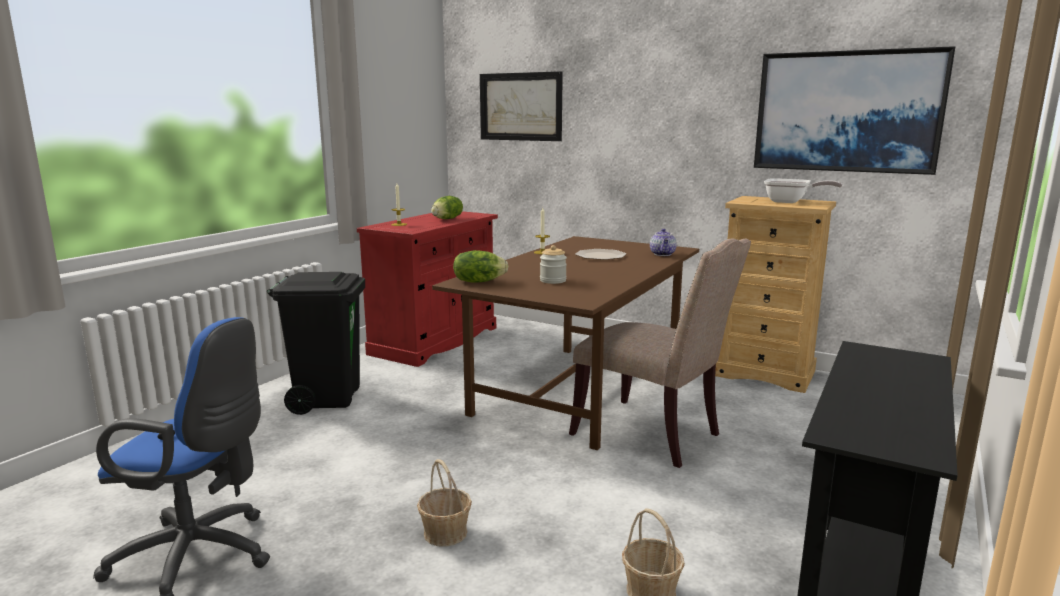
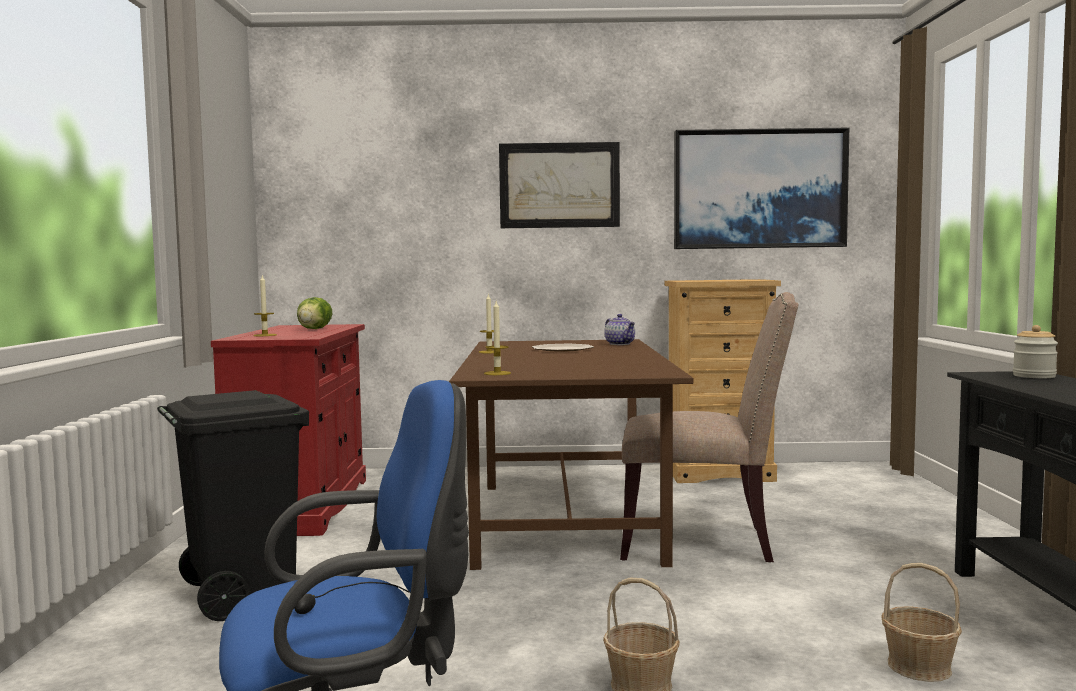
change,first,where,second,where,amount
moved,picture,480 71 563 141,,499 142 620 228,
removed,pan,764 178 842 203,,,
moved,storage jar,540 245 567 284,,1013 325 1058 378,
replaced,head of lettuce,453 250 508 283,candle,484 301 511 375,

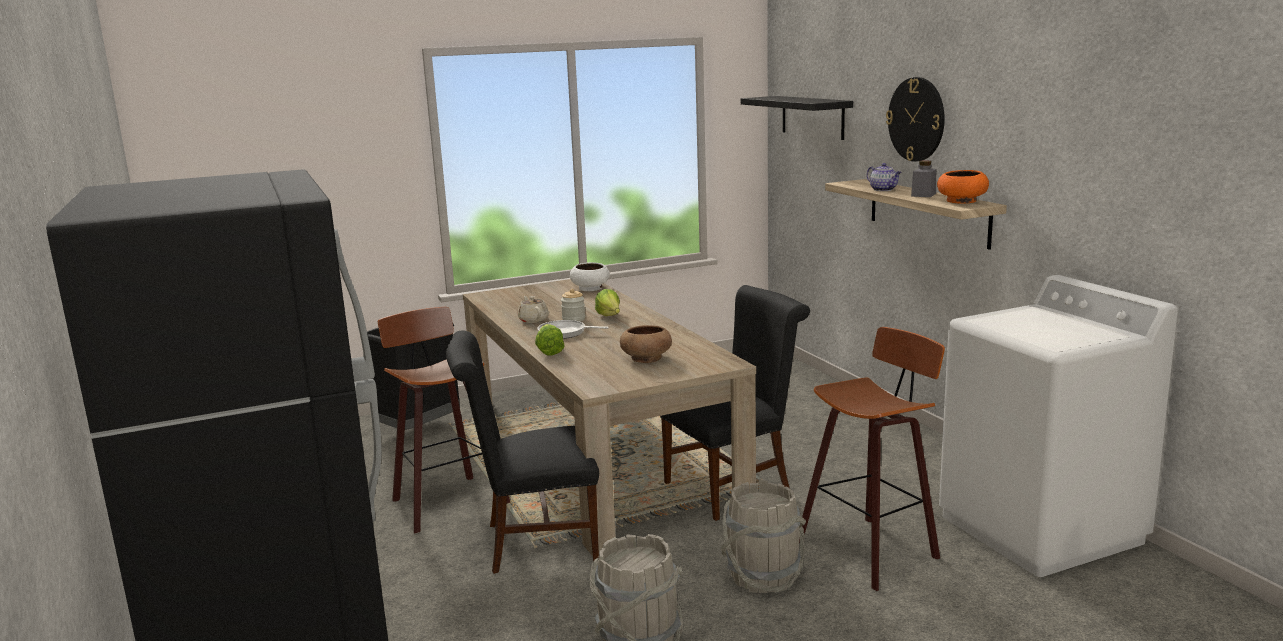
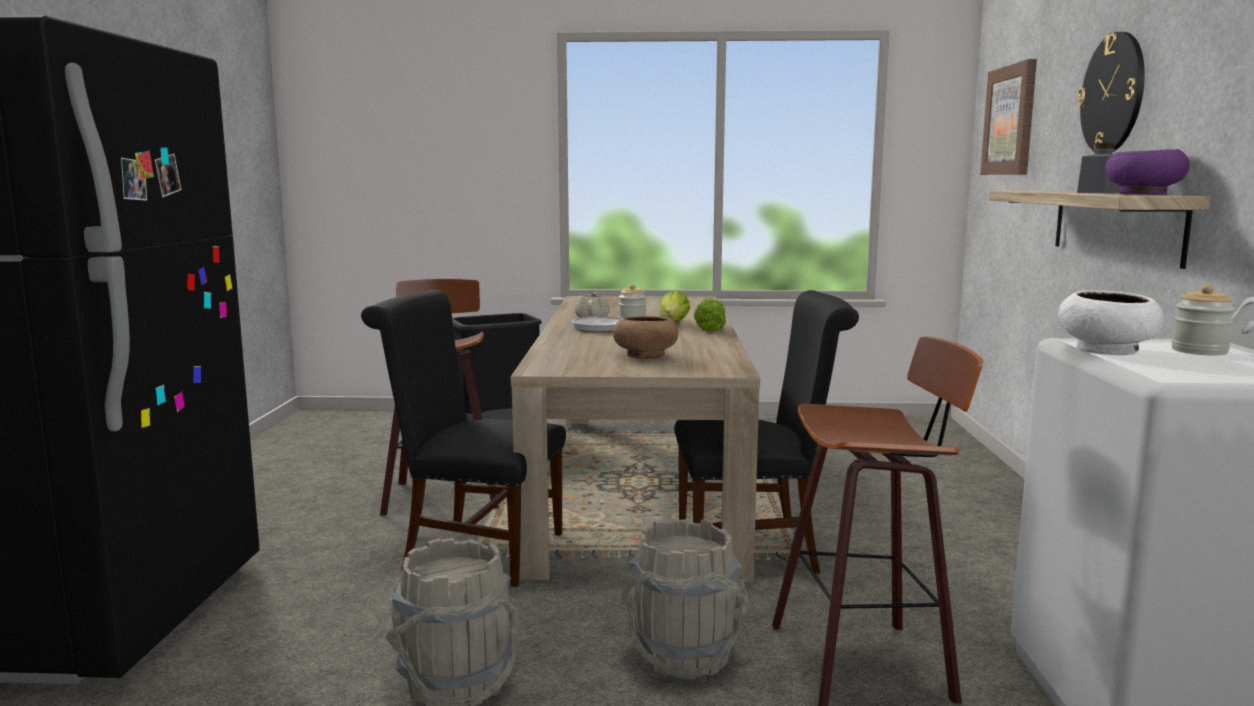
change,first,where,second,where,amount
replaced,black-coloured bracket shelf,741 96 853 140,picture,980 59 1037 175,
removed,teapot,867 163 901 191,,,
recoloured,orange-coloured deep dish,937 170 989 203,purple-coloured deep dish,1105 149 1190 194,
moved,white deep dish,570 262 610 291,,1058 290 1164 355,
moved,head of lettuce,535 324 564 355,,693 298 726 332,
added,,,storage jar,1171 285 1235 355,

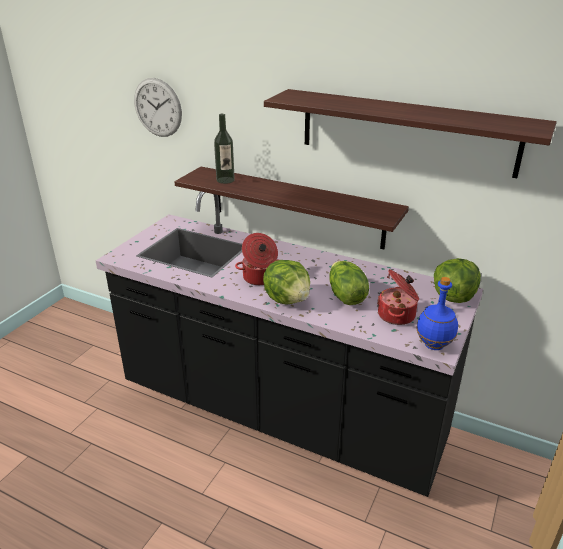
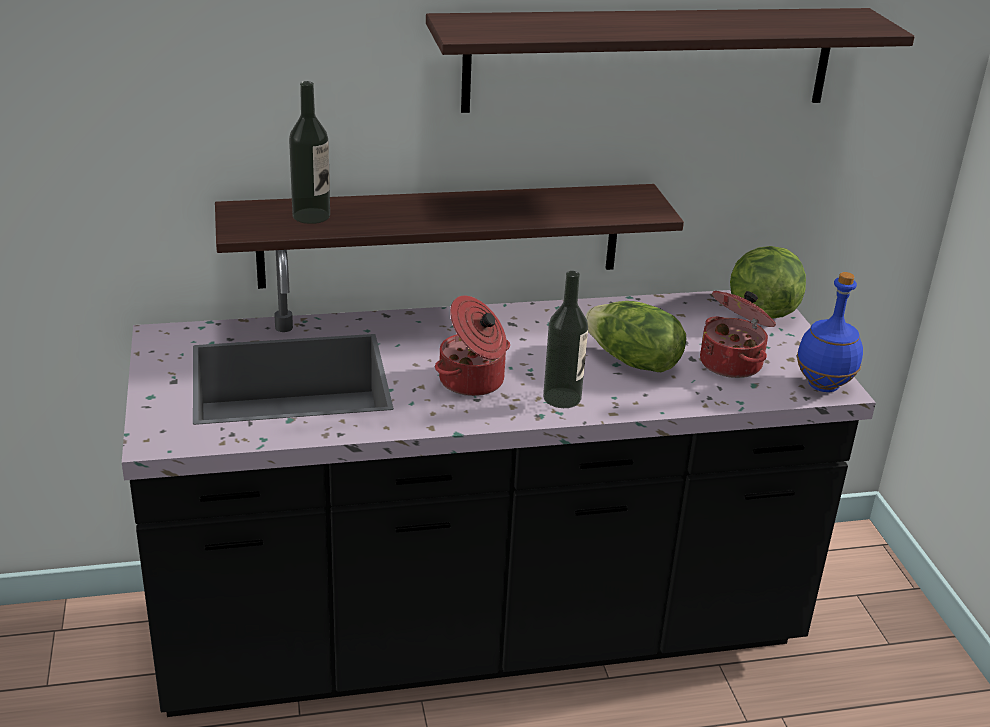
change,first,where,second,where,amount
removed,clock on the wall,134 78 182 137,,,
replaced,head of lettuce,263 260 310 304,beverage bottle,543 271 588 408,

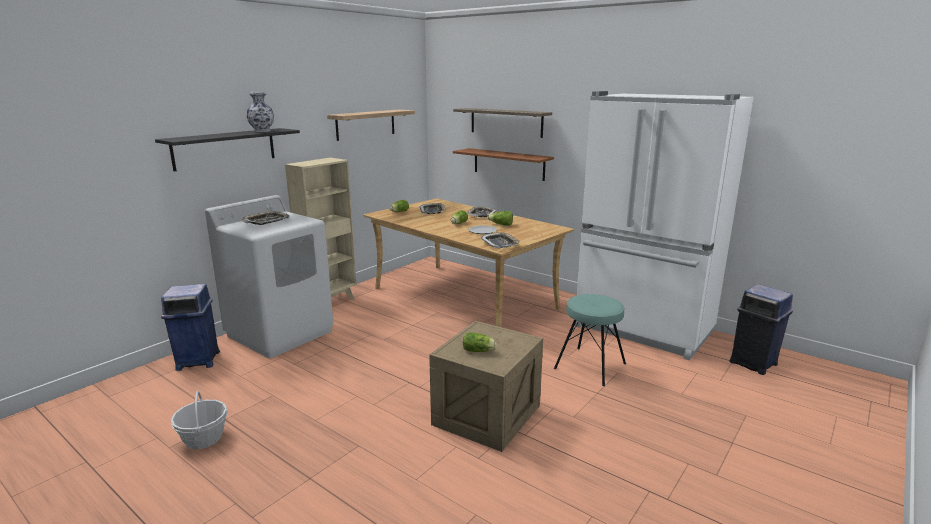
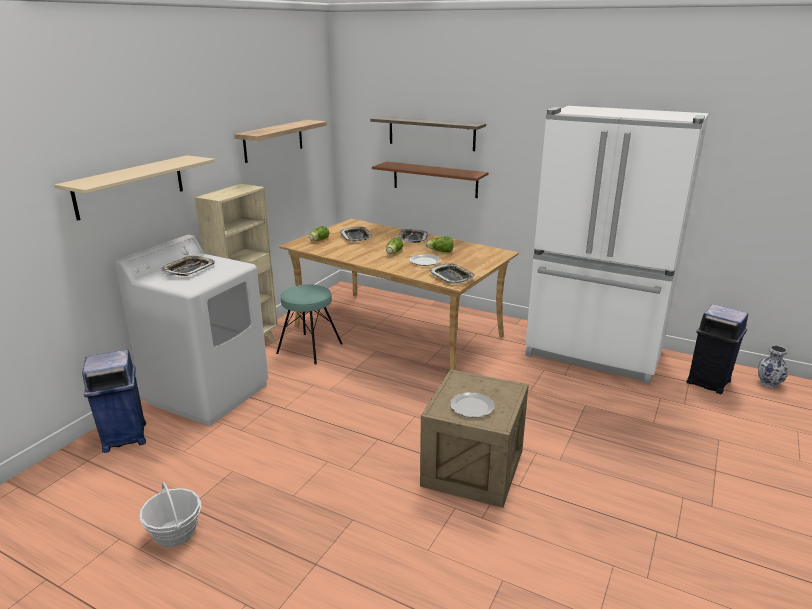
change,first,where,second,where,amount
moved,flower vase,247 92 274 132,,758 346 788 388,
recoloured,black-coloured bracket shelf,155 128 300 172,beige bracket shelf,54 155 215 221,
moved,turquoise-coloured sitting stool,554 294 626 386,,276 284 343 365,
replaced,head of lettuce,463 332 497 352,flat dish,450 392 495 418,

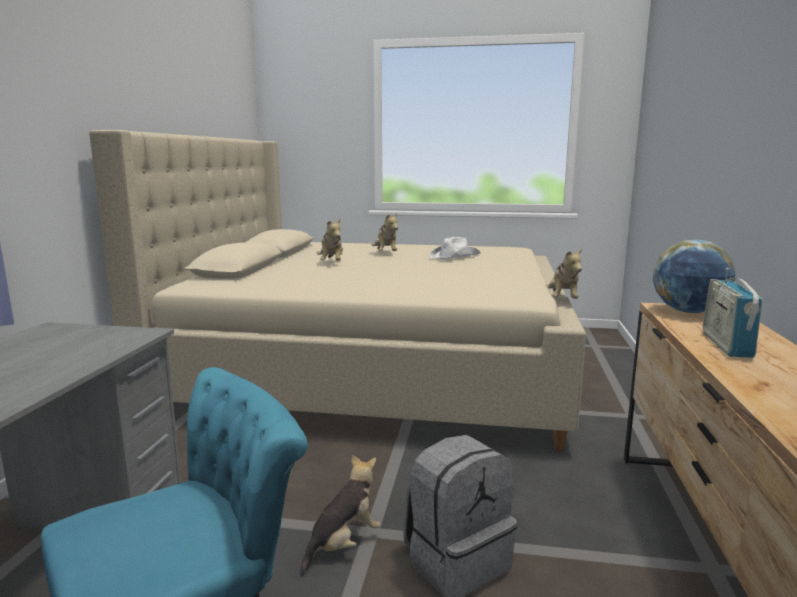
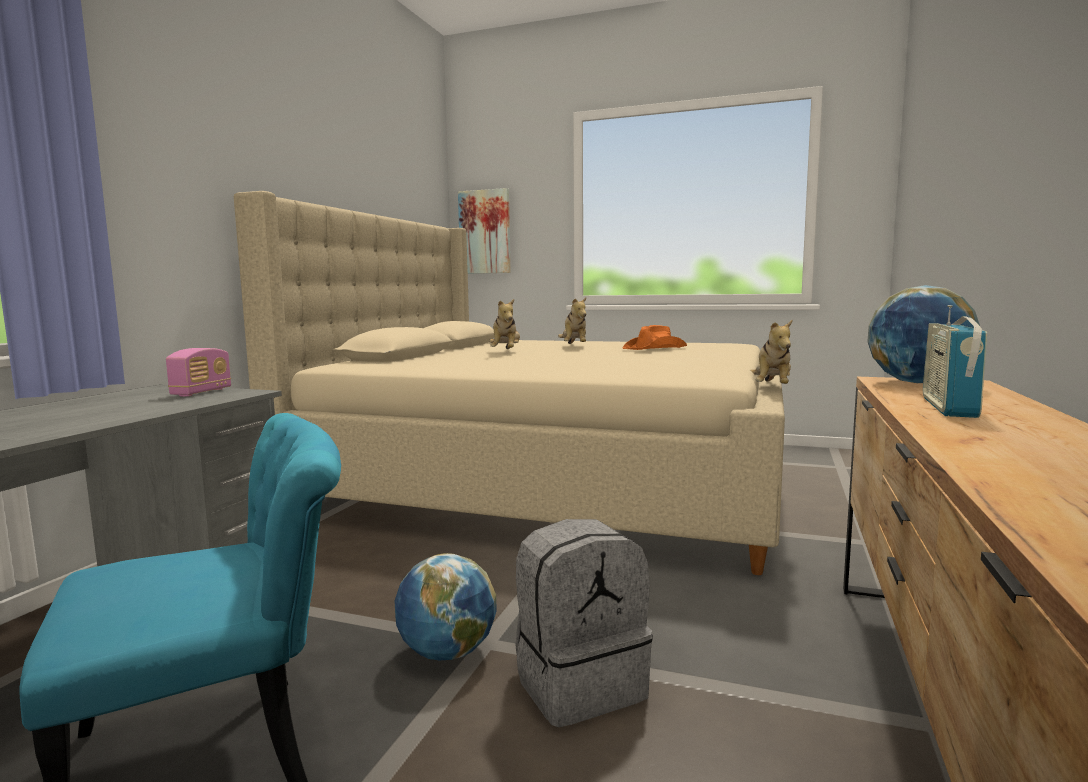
change,first,where,second,where,amount
recoloured,white hat,429 237 481 259,orange-coloured hat,622 325 687 350,
replaced,soft toy,300 455 381 576,desk globe,394 553 497 660,
added,,,picture,458 188 511 274,
added,,,radio receiver,166 348 231 396,

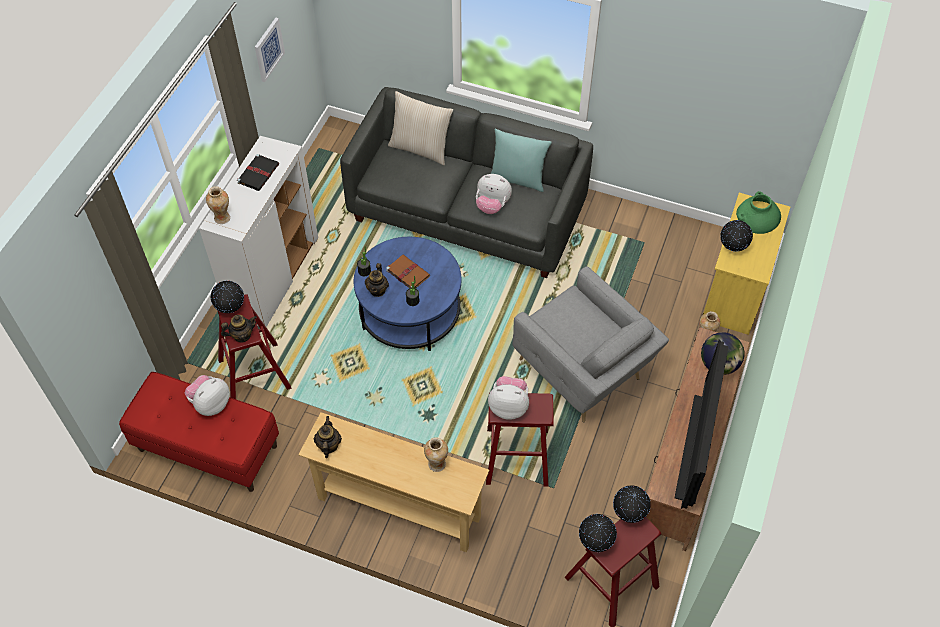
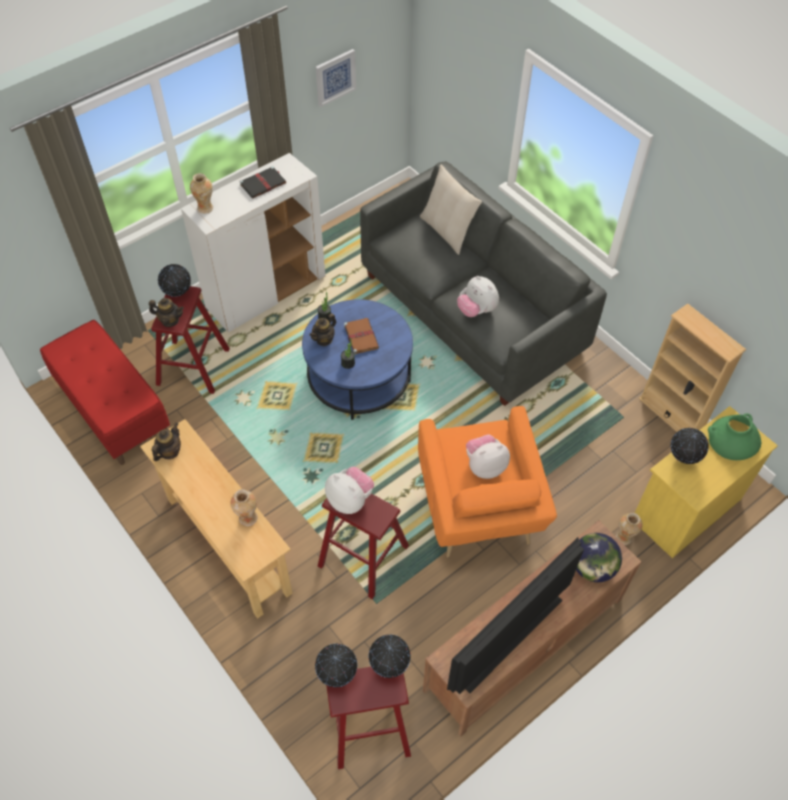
change,first,where,second,where,amount
removed,turquoise-coloured pillow,490 129 552 192,,,
recoloured,grey lounge chair,513 266 669 422,orange-coloured lounge chair,418 406 557 558,
moved,soft toy,185 375 230 416,,466 434 510 479,
added,,,beige shelving unit,639 304 746 432,

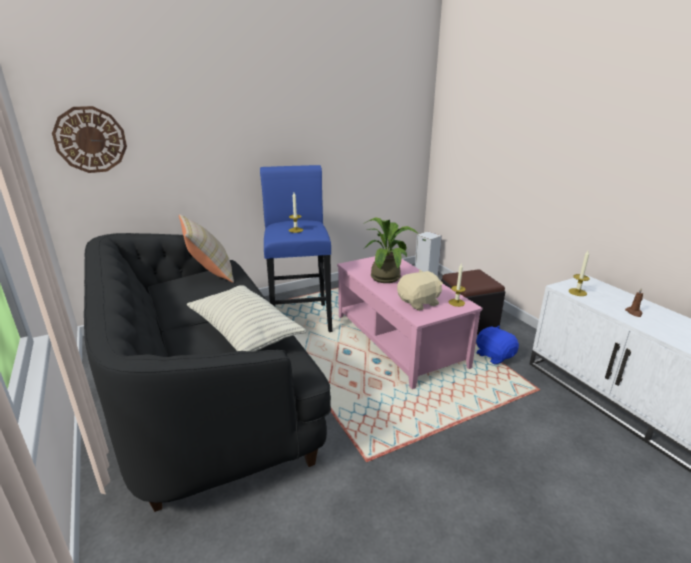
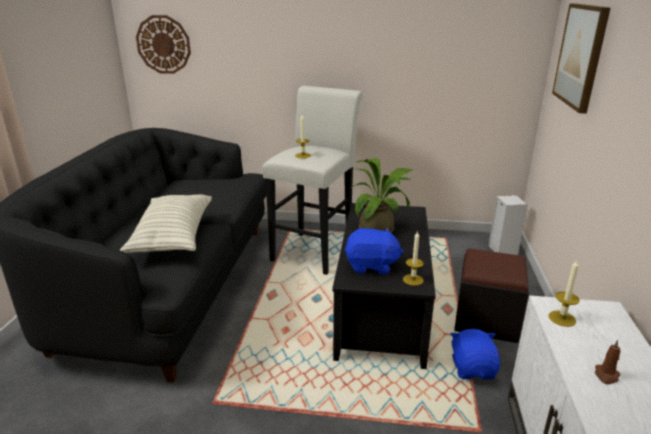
change,first,where,second,where,amount
recoloured,blue-coloured sitting stool,260 165 332 332,white sitting stool,262 86 363 275,
removed,beige pillow,179 214 234 283,,,
recoloured,pink-coloured coffee table,337 256 482 389,black-coloured coffee table,332 203 436 369,
recoloured,beige soft toy,397 270 443 311,blue-coloured soft toy,344 228 404 275,
added,,,picture,552 3 610 114,

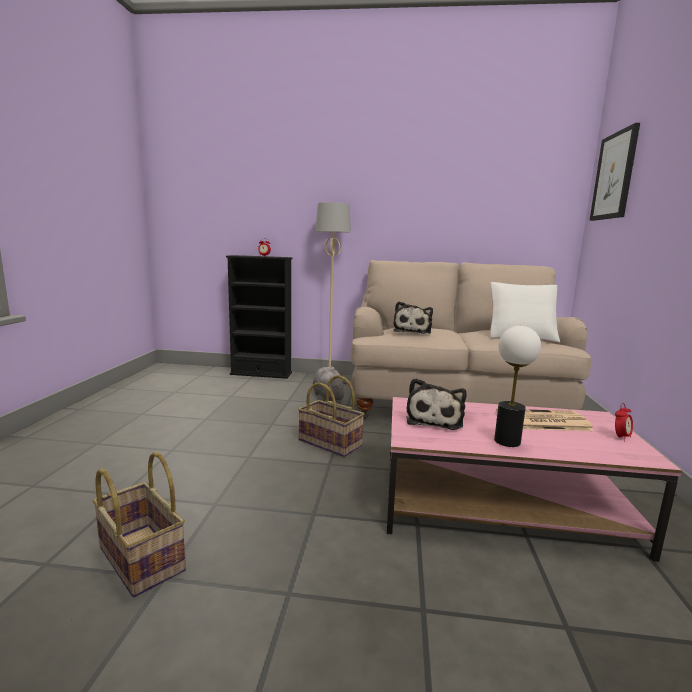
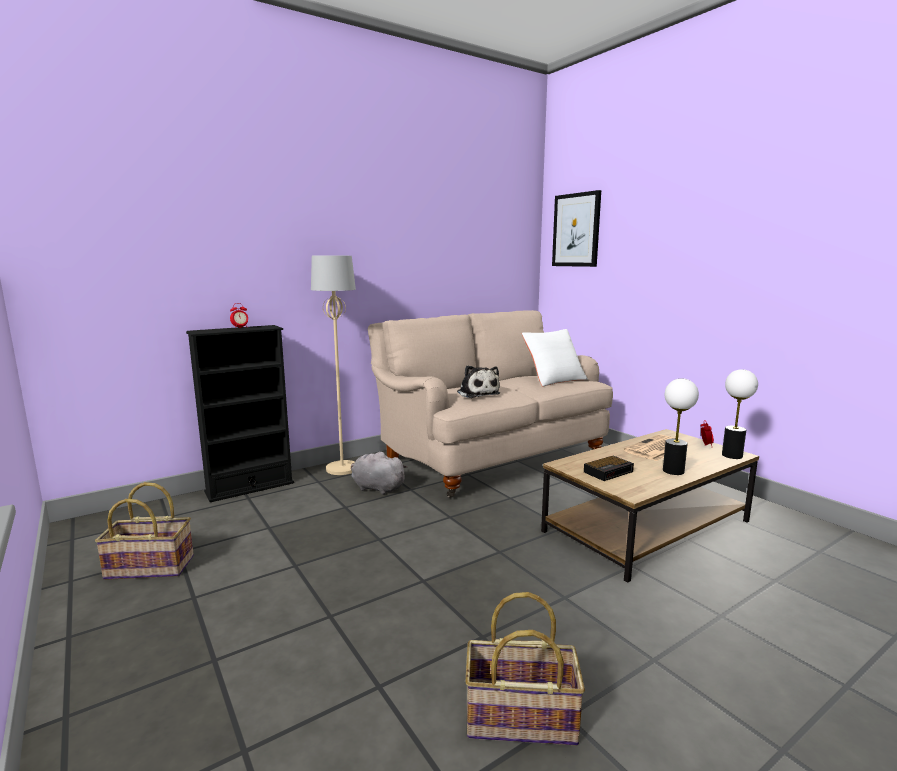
change,first,where,second,where,amount
moved,storage basket,298 375 364 457,,95 482 194 580,
replaced,soft toy,406 378 466 430,table clock,584 456 634 481,
recoloured,pink-coloured coffee table,387 397 682 562,brown coffee table,541 429 759 583,
added,,,lamp for a table,722 369 758 459,

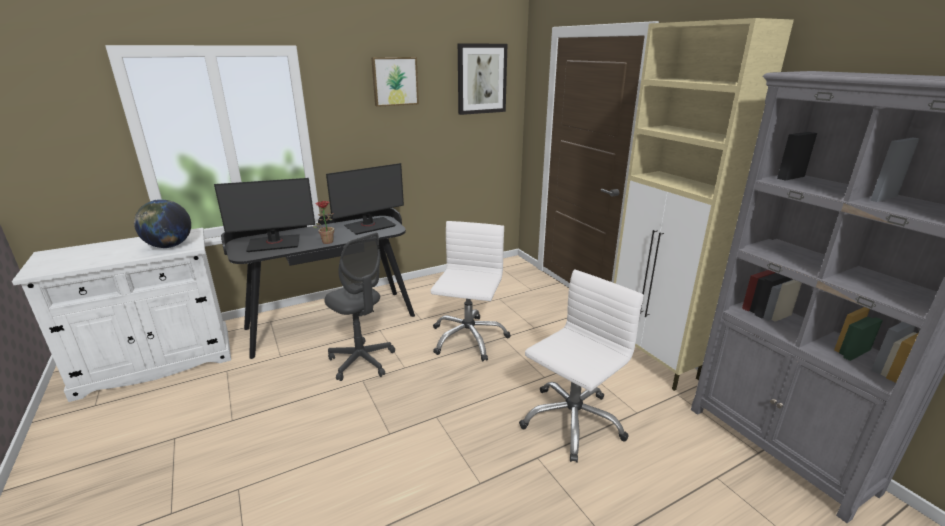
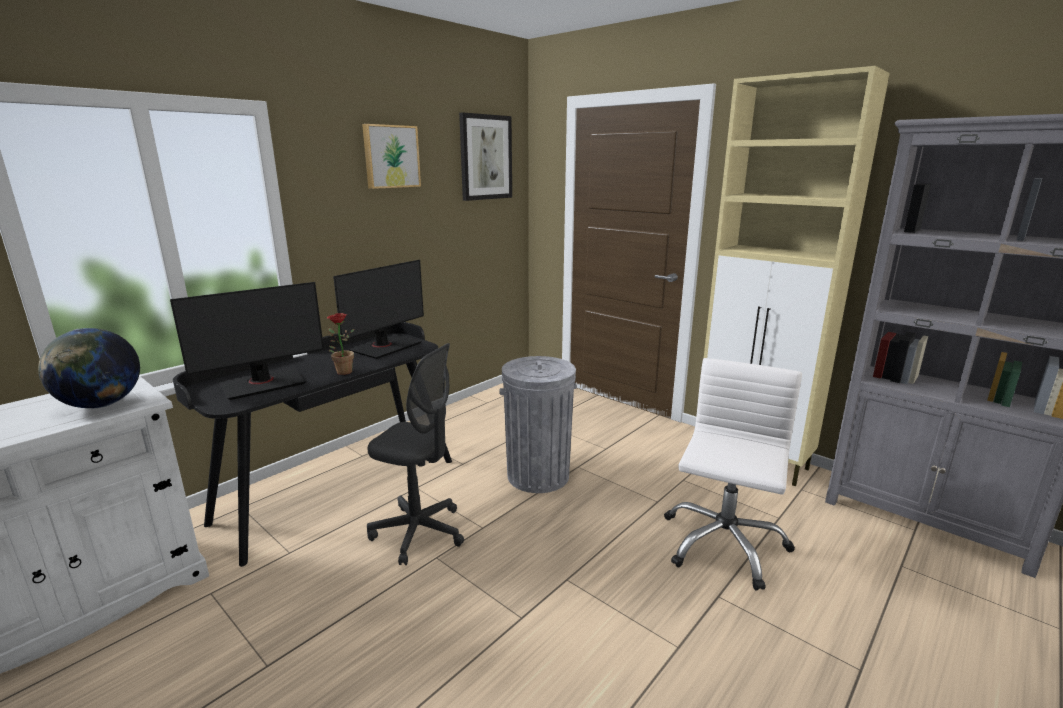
change,first,where,second,where,amount
replaced,white office chair,430 221 511 362,grey trash can,499 356 577 493,

